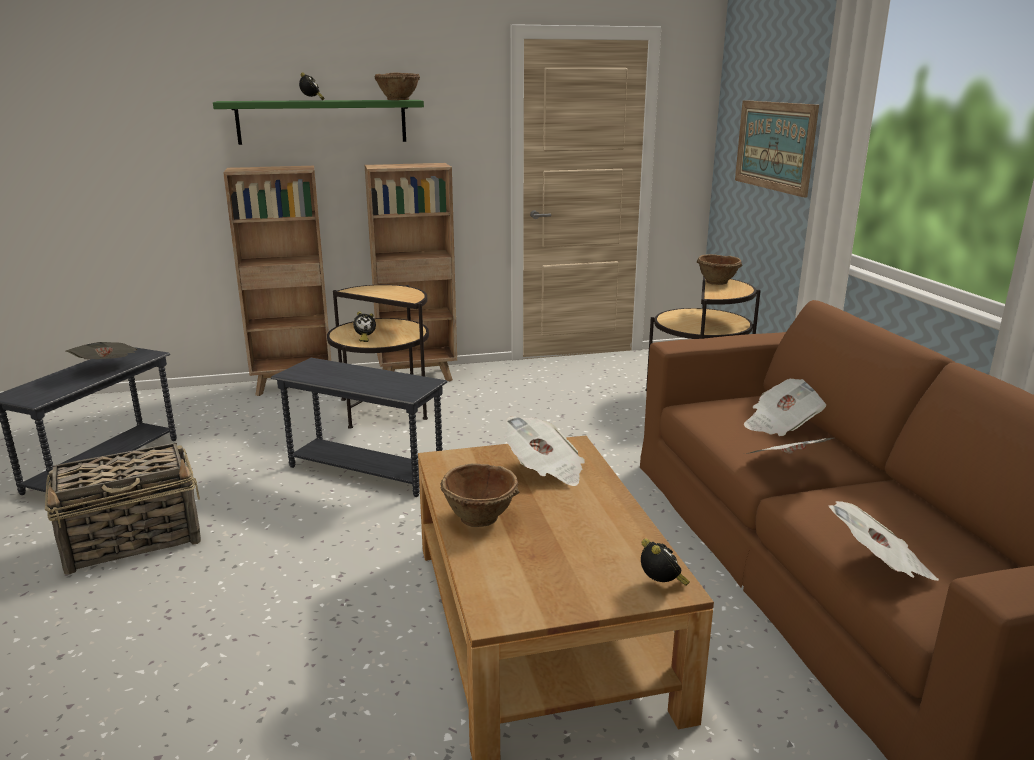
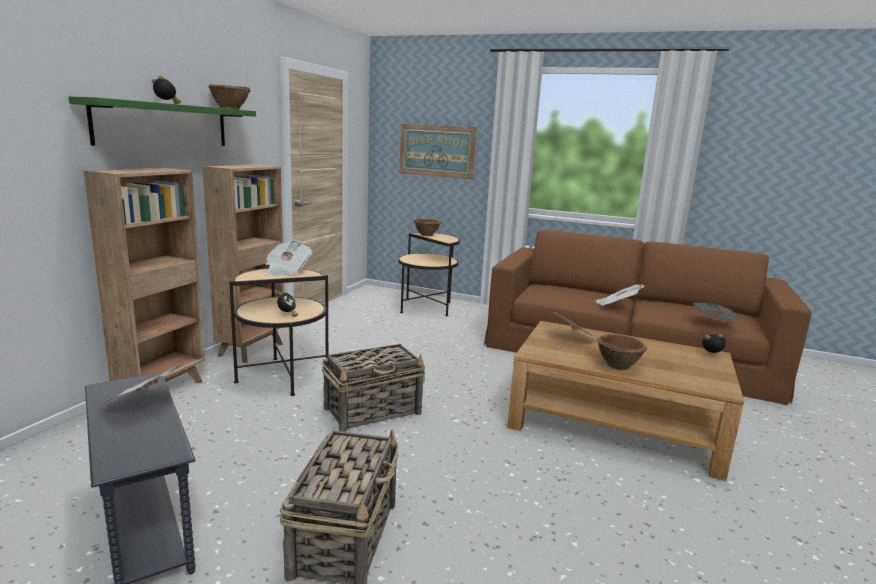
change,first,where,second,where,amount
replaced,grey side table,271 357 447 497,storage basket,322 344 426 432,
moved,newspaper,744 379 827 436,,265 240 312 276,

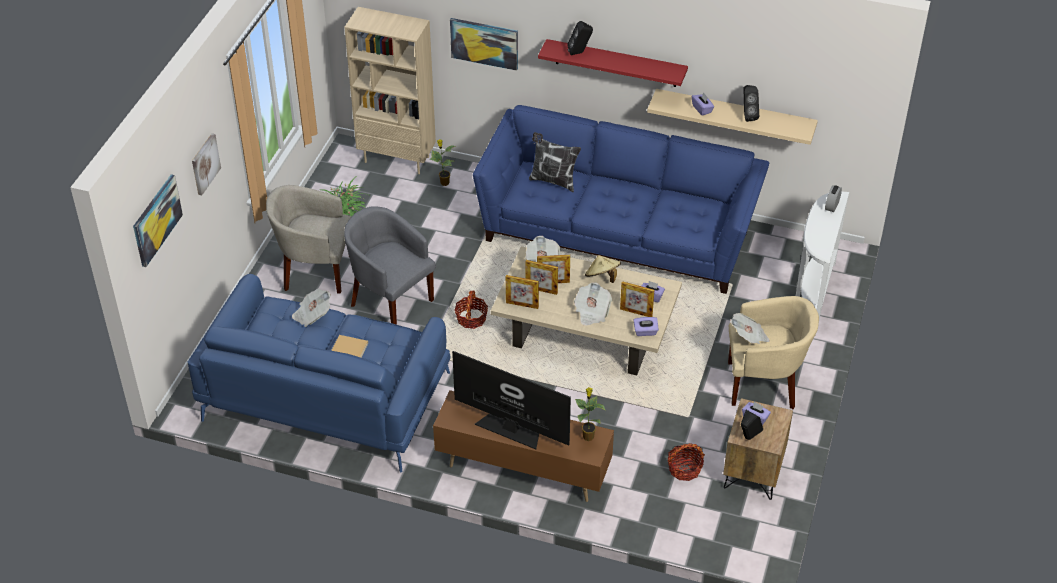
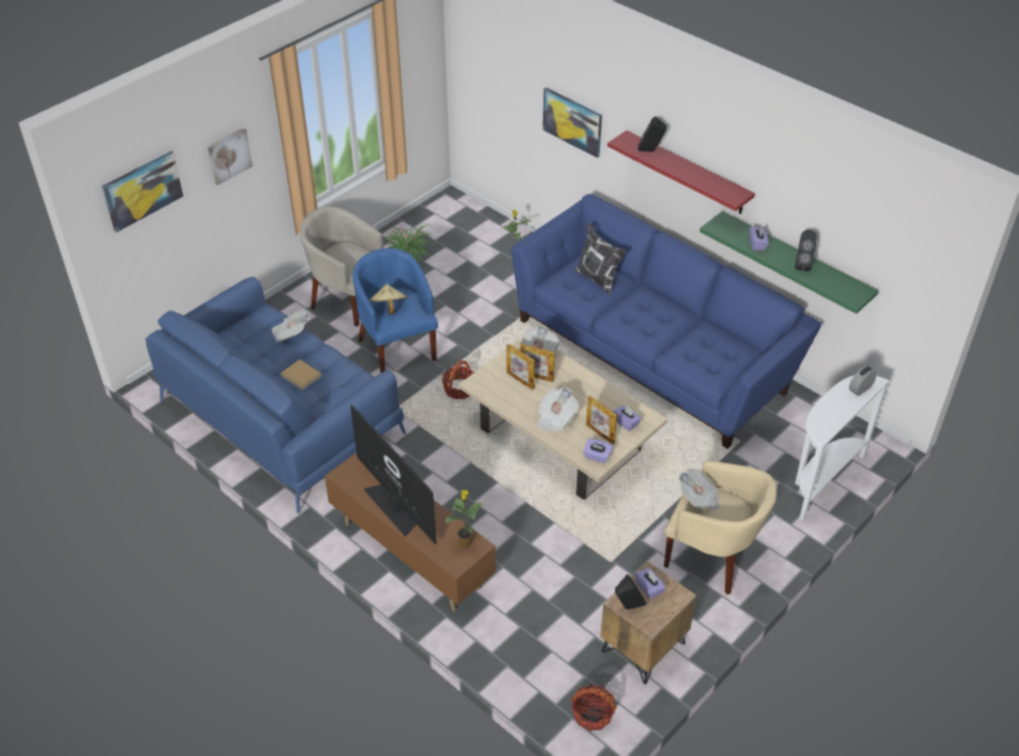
change,first,where,second,where,amount
removed,beige shelving unit,344 7 436 174,,,
recoloured,beige bracket shelf,647 89 818 145,greenish bracket shelf,700 211 879 314,
recoloured,grey lounge chair,344 206 436 325,blue-coloured lounge chair,353 248 438 373,
moved,beige hat,585 255 621 283,,369 284 408 315,
removed,standing frame,506 275 539 309,,,
moved,storage basket,668 443 705 481,,572 684 617 731,

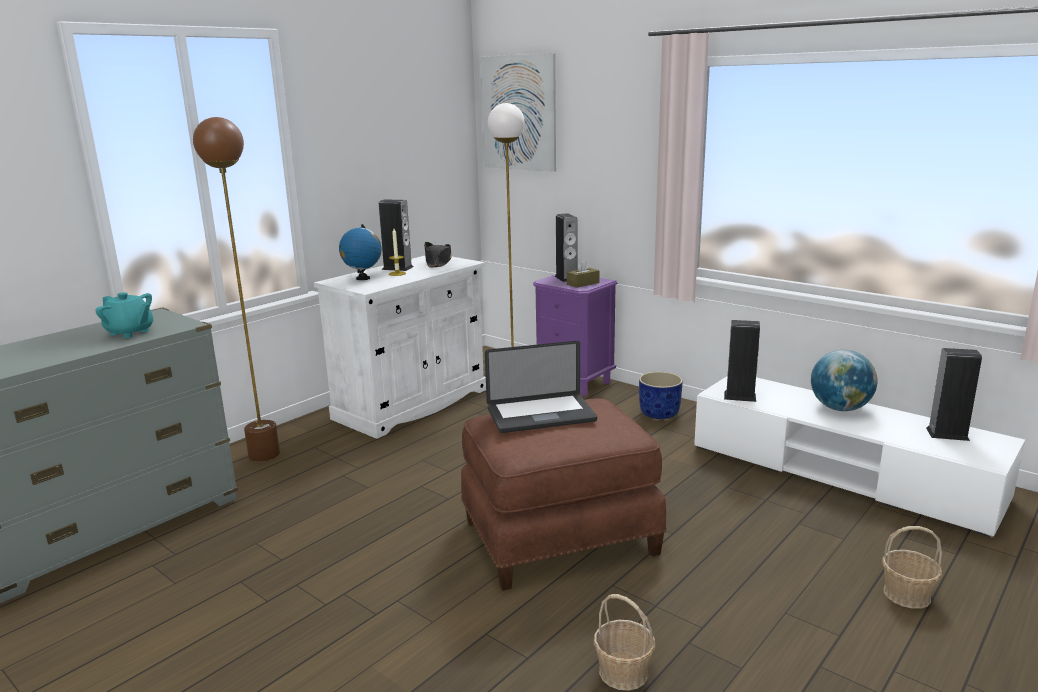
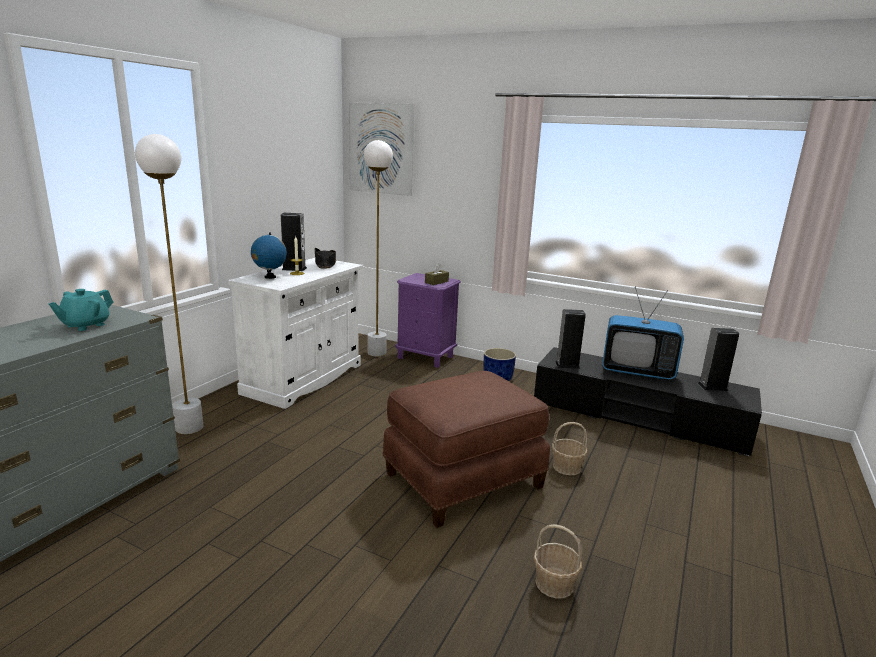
change,first,where,second,where,amount
recoloured,brown standing lamp,193 117 280 462,white standing lamp,135 134 203 434,
removed,audio speaker,555 213 578 282,,,
turned,turquoise-coloured teapot,95 292 154 338,,49 289 113 331,105 degrees clockwise
removed,portable computer,485 341 597 433,,,
replaced,desk globe,811 350 877 411,television,602 287 684 379,
recoloured,white tv unit,694 376 1025 538,black-coloured tv unit,534 347 762 457,
moved,storage basket,882 526 942 609,,552 422 587 476,

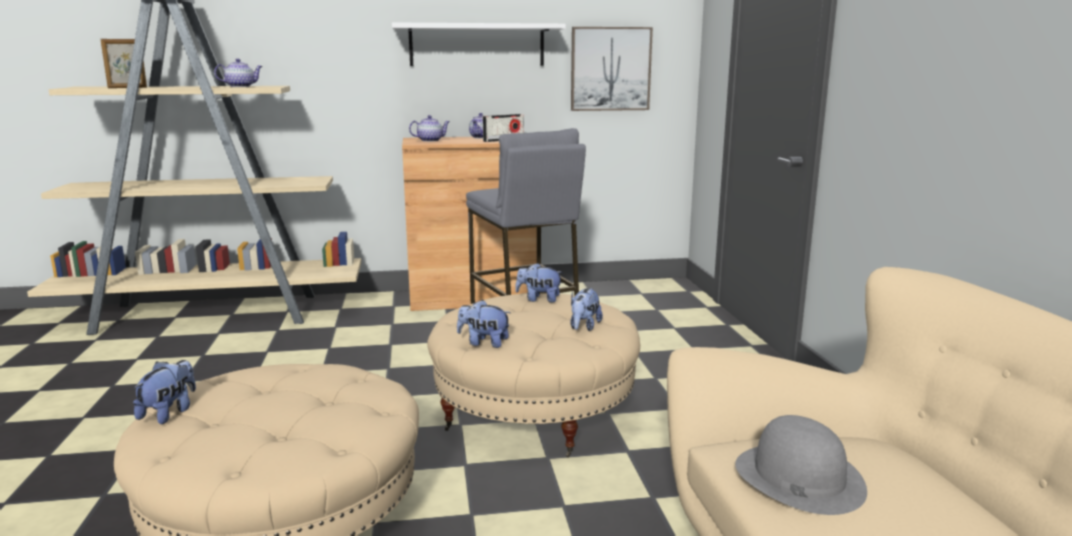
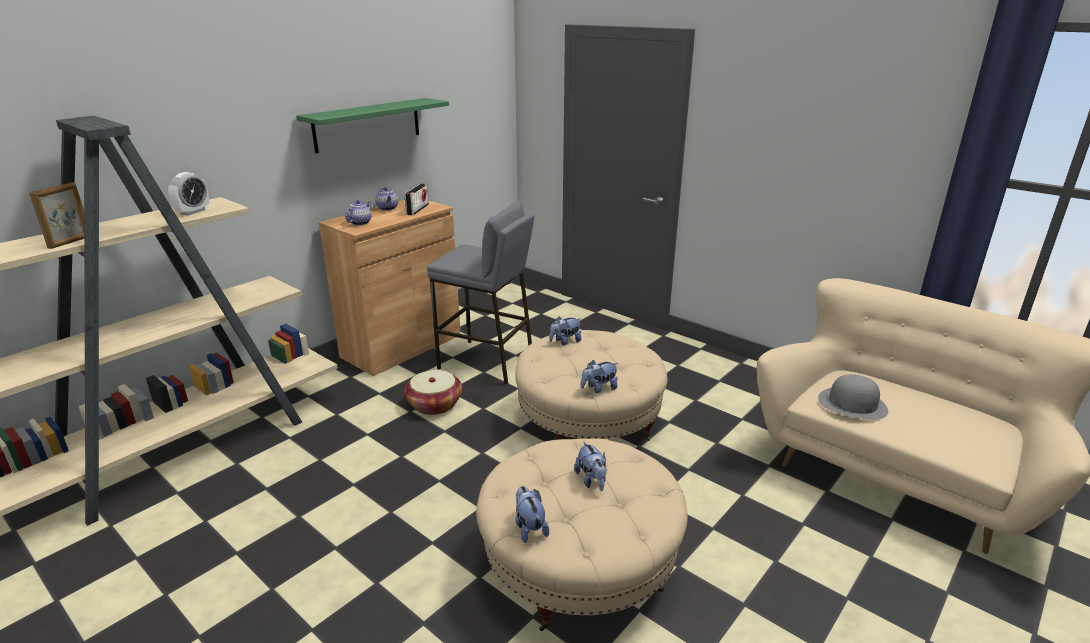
change,first,where,second,where,amount
recoloured,white bracket shelf,392 23 566 66,greenish bracket shelf,296 98 449 153,
removed,picture,571 27 653 111,,,
replaced,teapot,214 59 262 87,table clock,168 172 209 216,
moved,soft toy,570 288 603 331,,574 441 607 491,
added,,,storage basket,404 370 462 415,

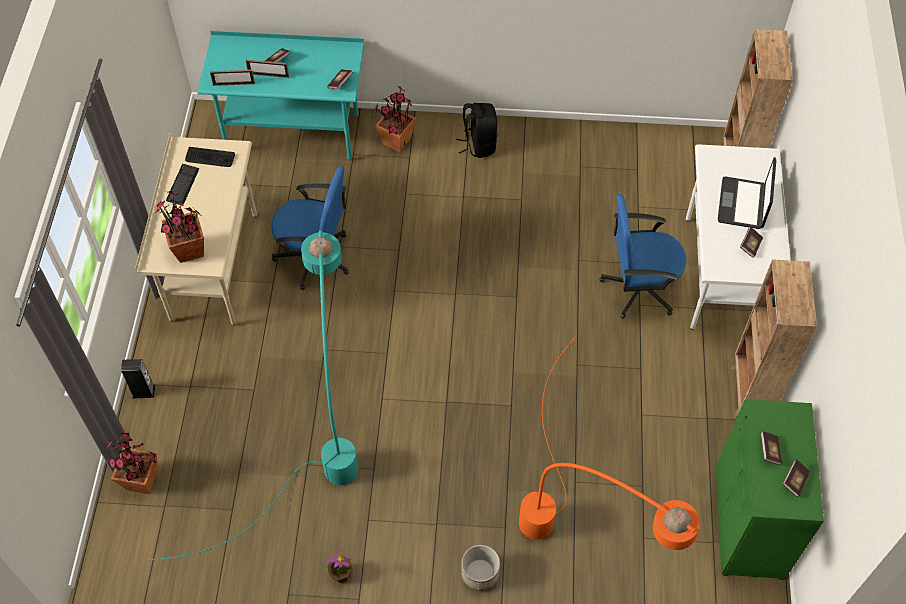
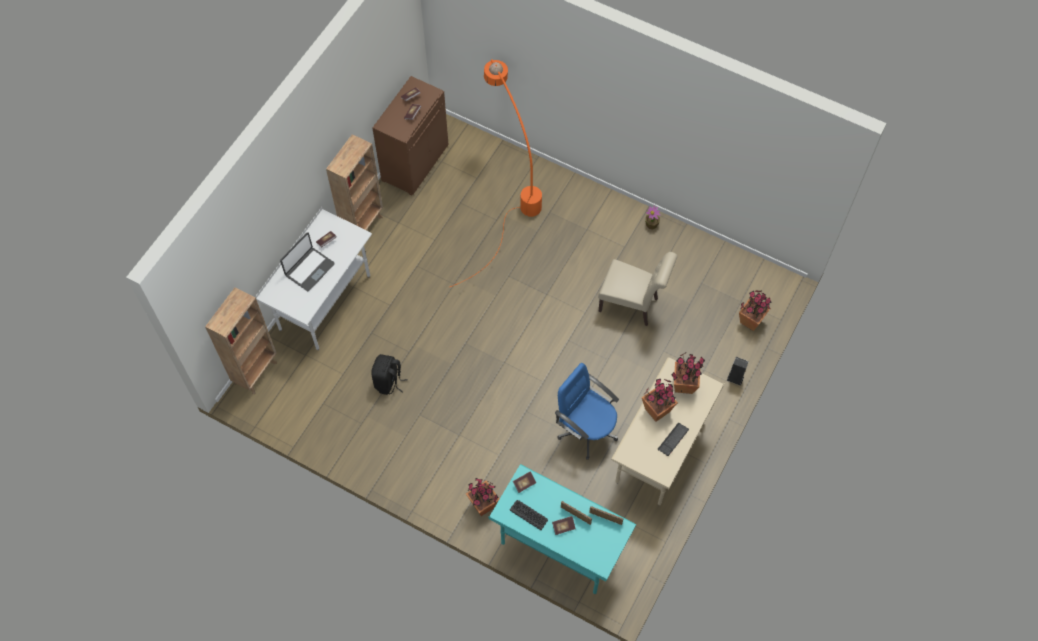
change,first,where,second,where,amount
moved,black-coloured rucksack,456 103 497 158,,371 354 408 395,
moved,PC keyboard,185 147 235 167,,510 500 548 530,
removed,blue-coloured office chair,599 194 687 319,,,
replaced,turquoise-coloured standing lamp,149 231 358 560,beige plain chair,598 252 677 326,
recoloured,greenish cupboard,716 399 824 580,brown cupboard,373 76 449 195,
removed,planter,461 545 500 591,,,
added,,,plant in a pot,642 379 678 422,

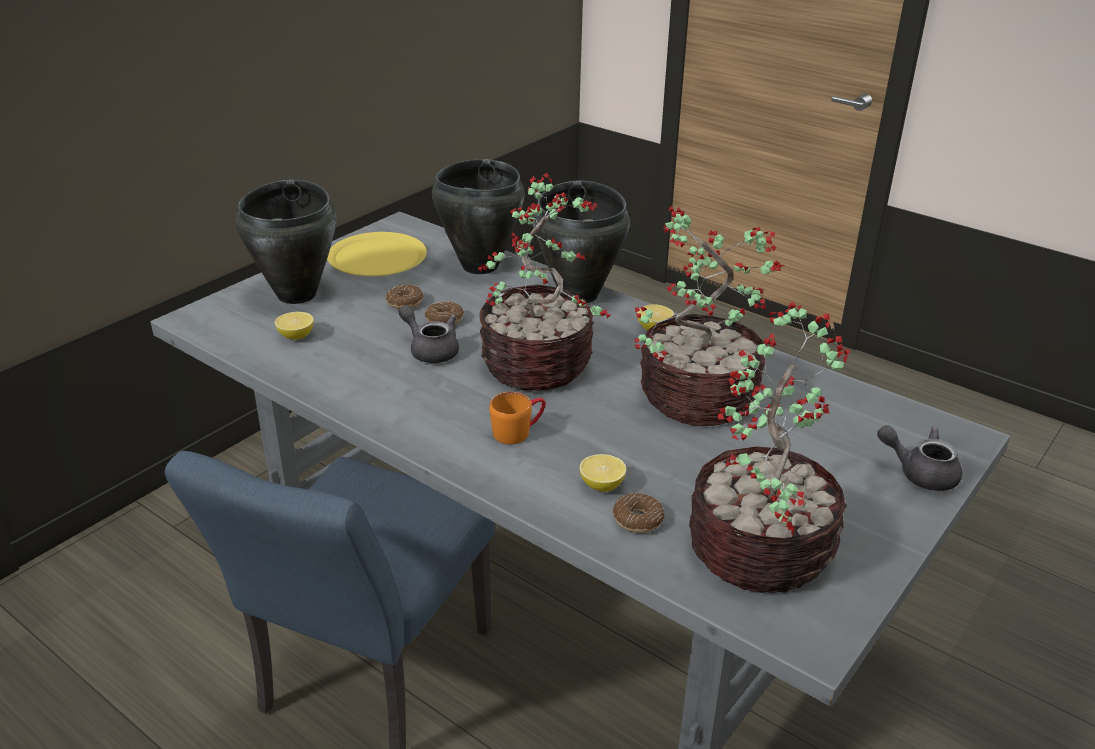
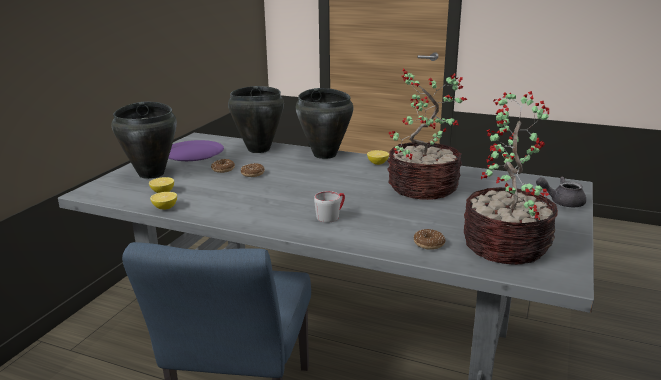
change,first,where,second,where,amount
removed,plant in a pot,477 172 611 391,,,
recoloured,yellow-coloured flat dish,327 232 427 276,purple-coloured flat dish,168 140 224 161,
removed,grey teapot,398 305 459 363,,,
recoloured,orange-coloured coffee mug,489 392 546 444,grey coffee mug,314 191 345 223,
moved,lemon,580 454 626 492,,150 192 177 210,

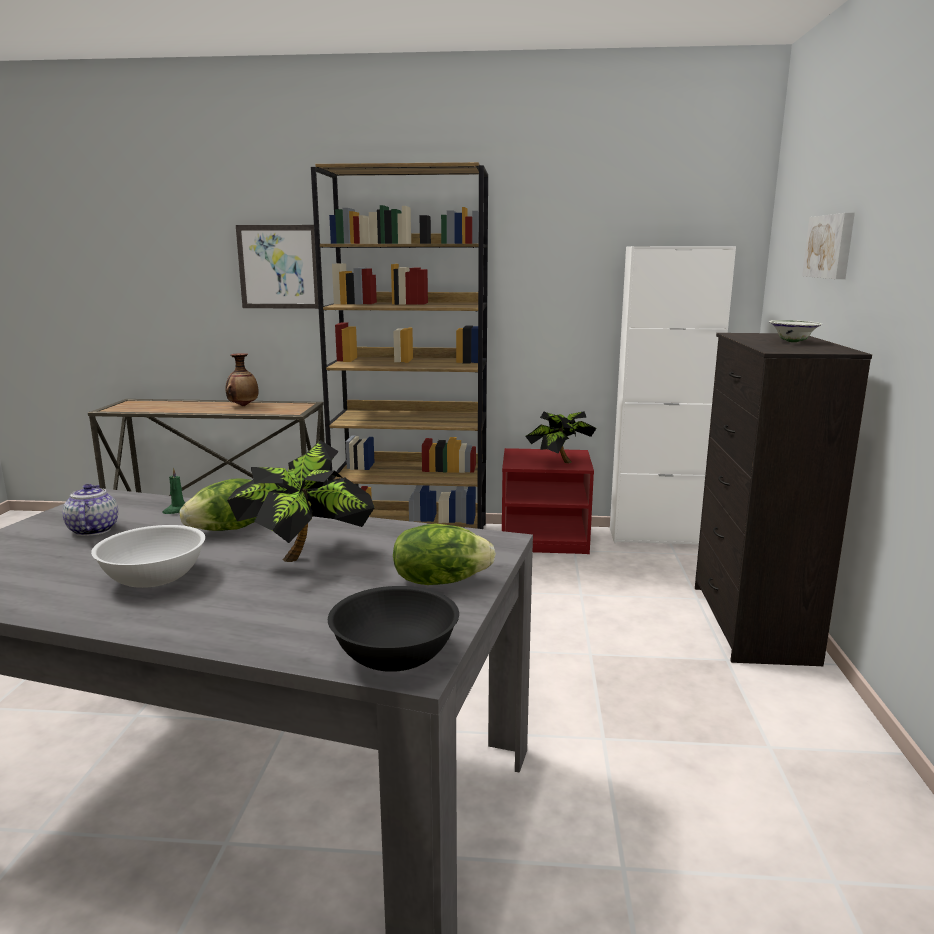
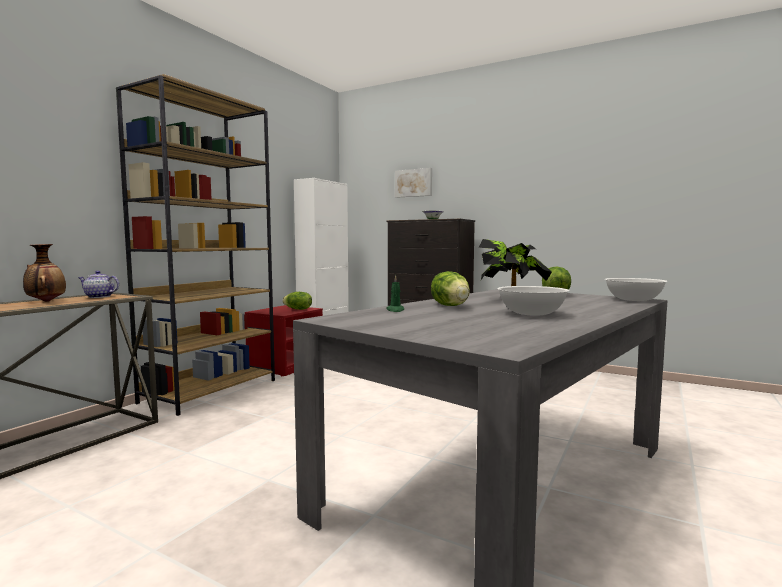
change,first,where,second,where,amount
removed,picture,236 225 319 309,,,
replaced,plant in a pot,525 411 596 463,head of lettuce,282 292 312 310,
moved,teapot,62 484 118 536,,78 271 119 298,
recoloured,black-coloured deep dish,328 586 459 672,white deep dish,605 278 667 301,

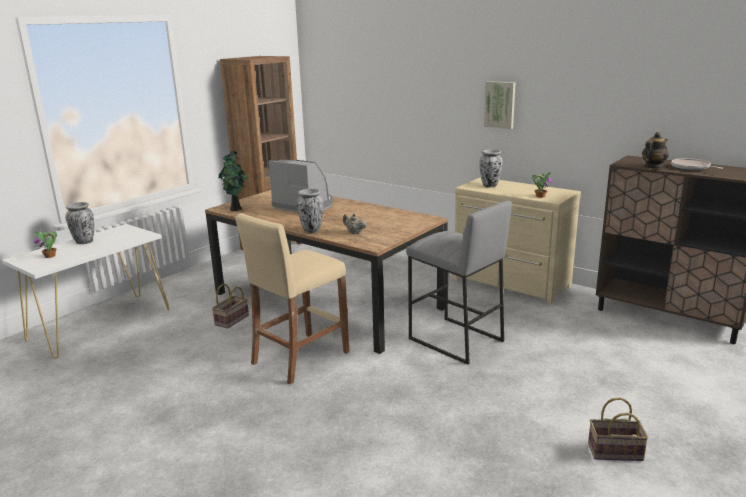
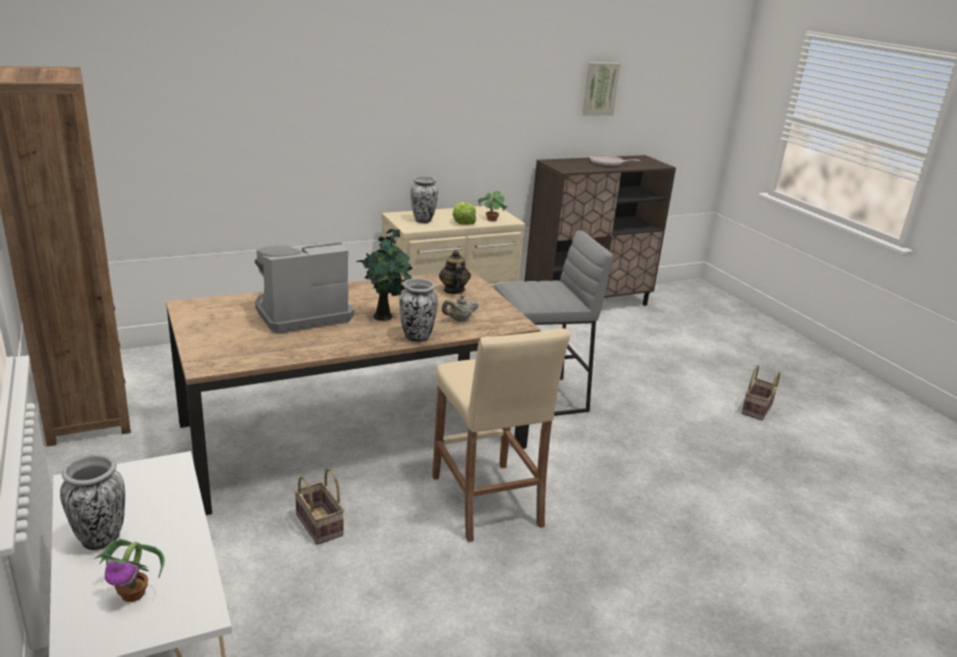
change,first,where,second,where,amount
moved,picture,484 81 515 129,,582 62 621 116,
moved,teapot,642 132 669 168,,439 250 471 294,
moved,plant in a pot,218 151 249 211,,356 229 413 321,
added,,,head of lettuce,452 202 476 225,

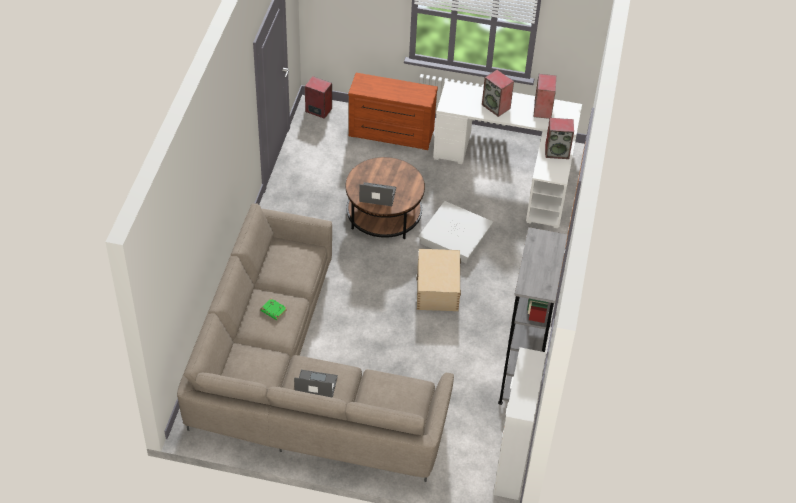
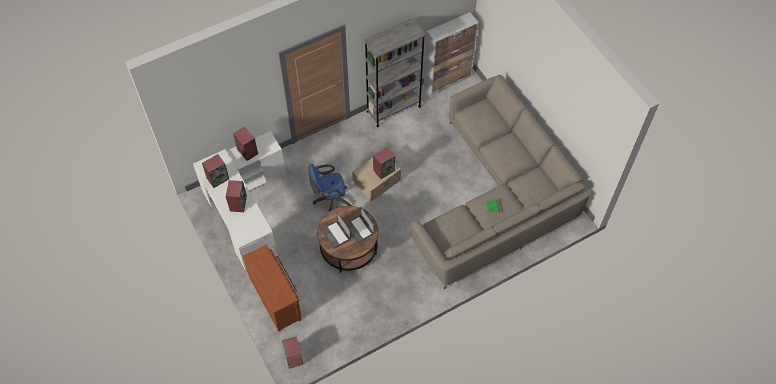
change,first,where,second,where,amount
replaced,white storage bin,418 201 493 264,blue-coloured office chair,308 164 352 211,
moved,portable computer,294 370 338 398,,321 212 351 249,
added,,,audio speaker,373 147 395 179,

